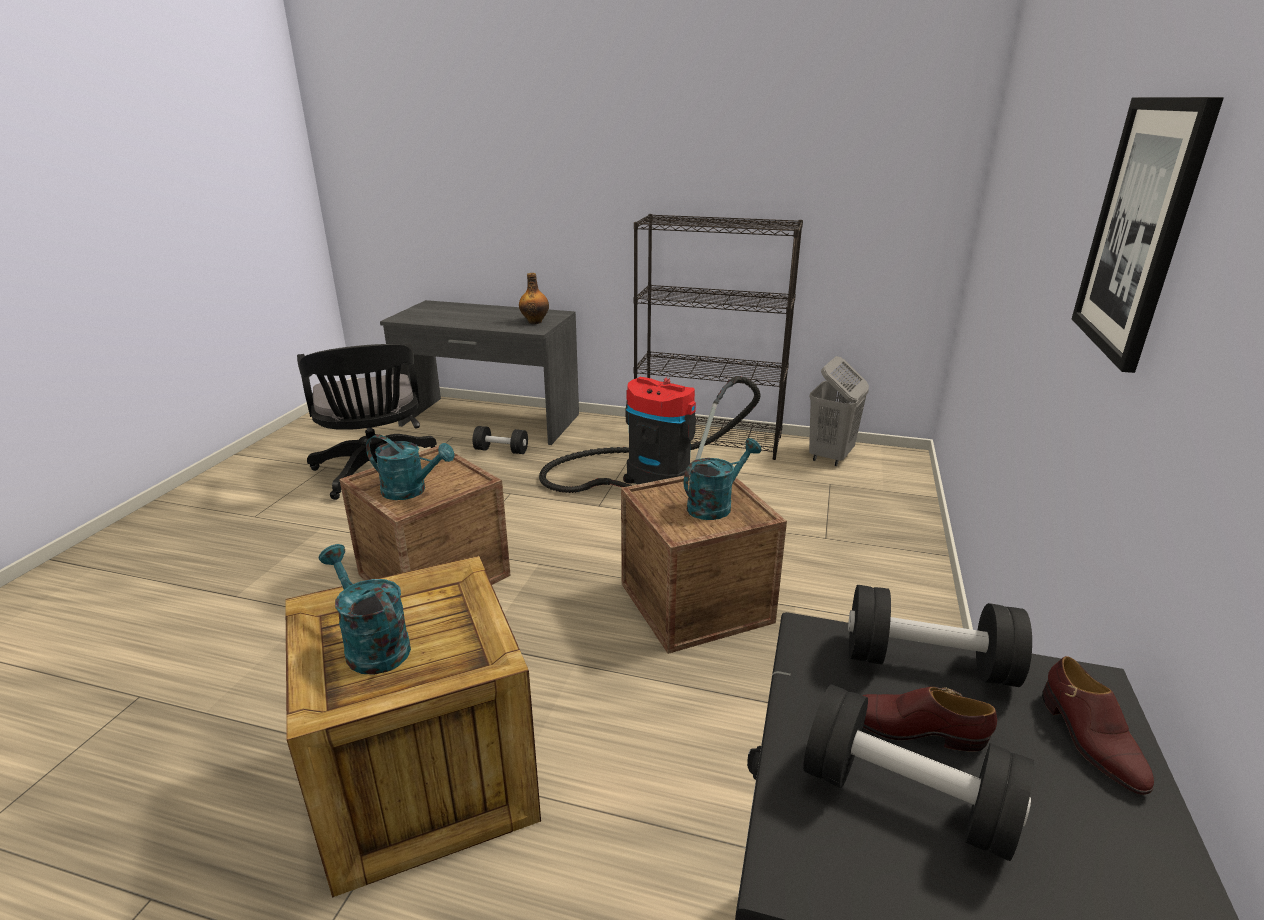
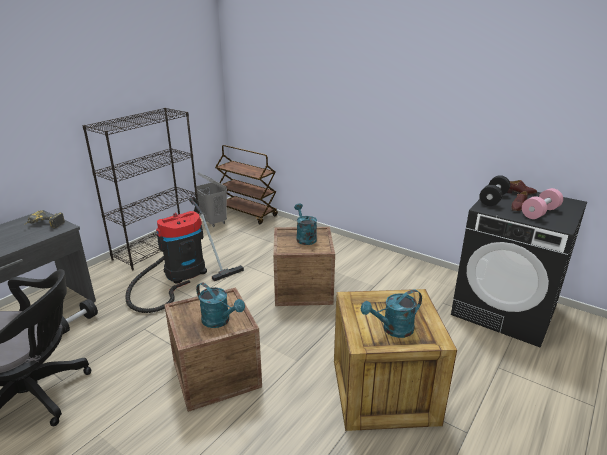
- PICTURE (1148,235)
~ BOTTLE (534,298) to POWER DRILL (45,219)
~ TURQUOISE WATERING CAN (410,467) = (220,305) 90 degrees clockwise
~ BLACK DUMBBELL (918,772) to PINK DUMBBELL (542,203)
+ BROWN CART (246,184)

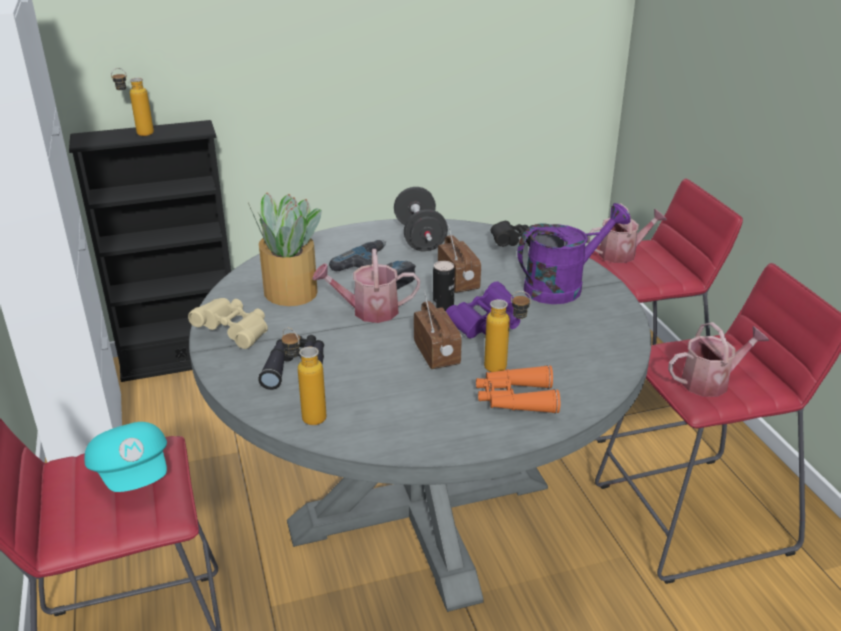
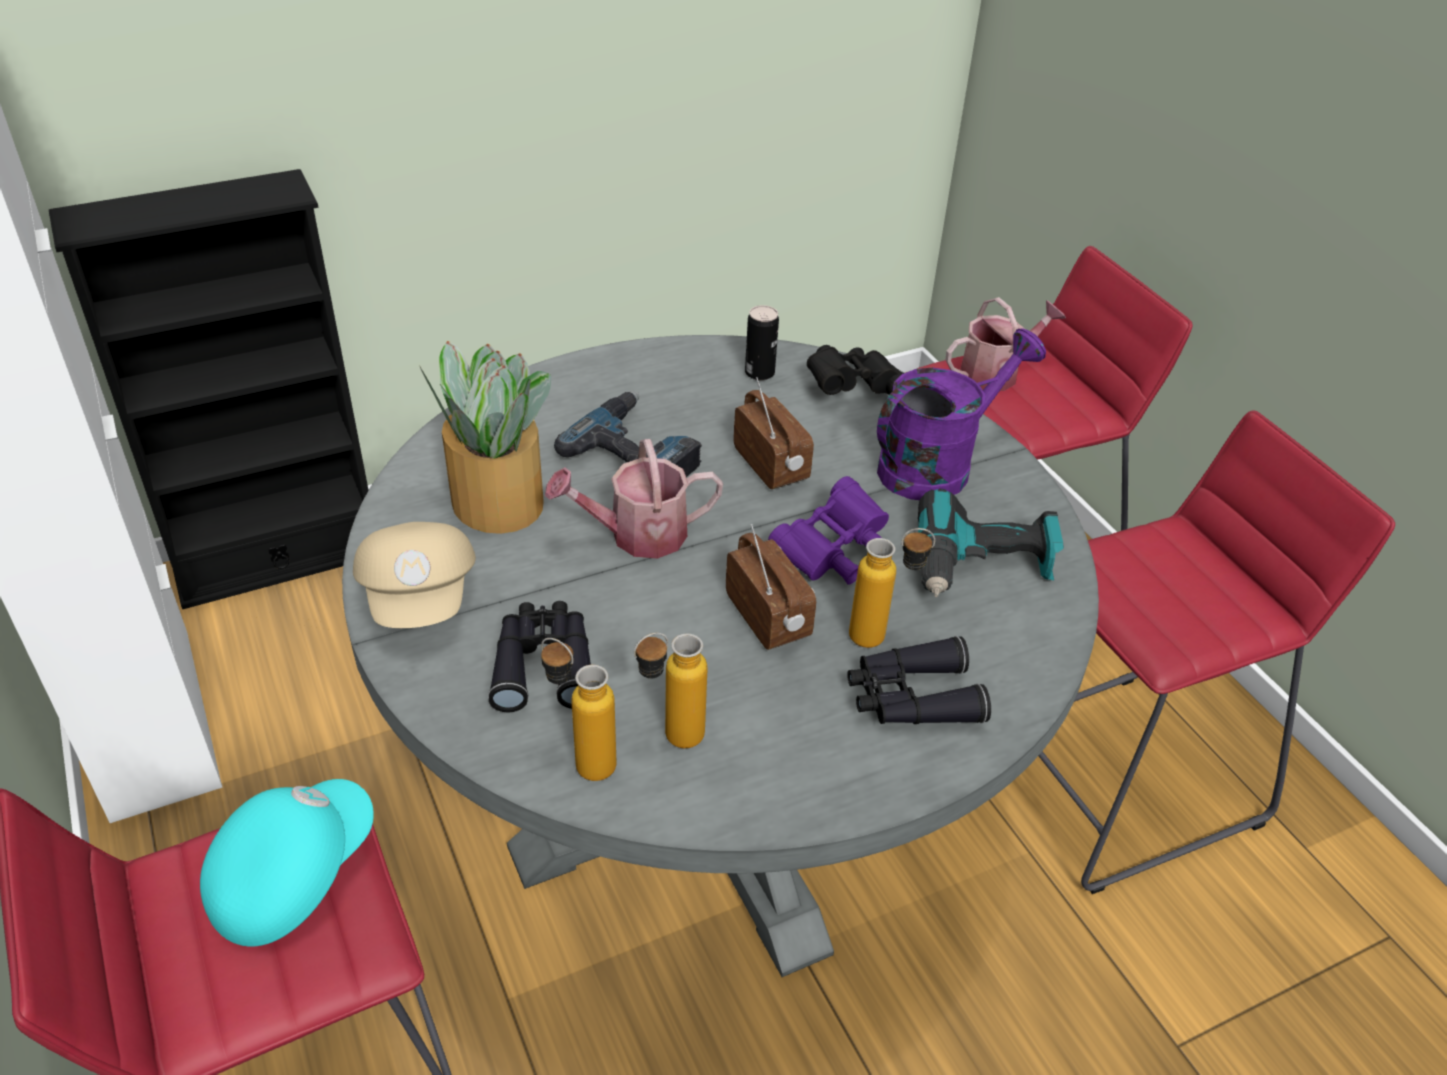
~ BOTTLE (132,102) to (671,690)
- BLACK DUMBBELL (421,219)
~ CAN (444,286) to (762,342)
~ BEIGE BINOCULARS (228,323) to BEIGE CAP (414,575)
- WATERING CAN (718,359)
~ ORANGE BINOCULARS (518,389) to BLACK BINOCULARS (919,680)
~ TURQUOISE CAP (125,457) = (287,863) 105 degrees counterclockwise
+ POWER DRILL (991,543)

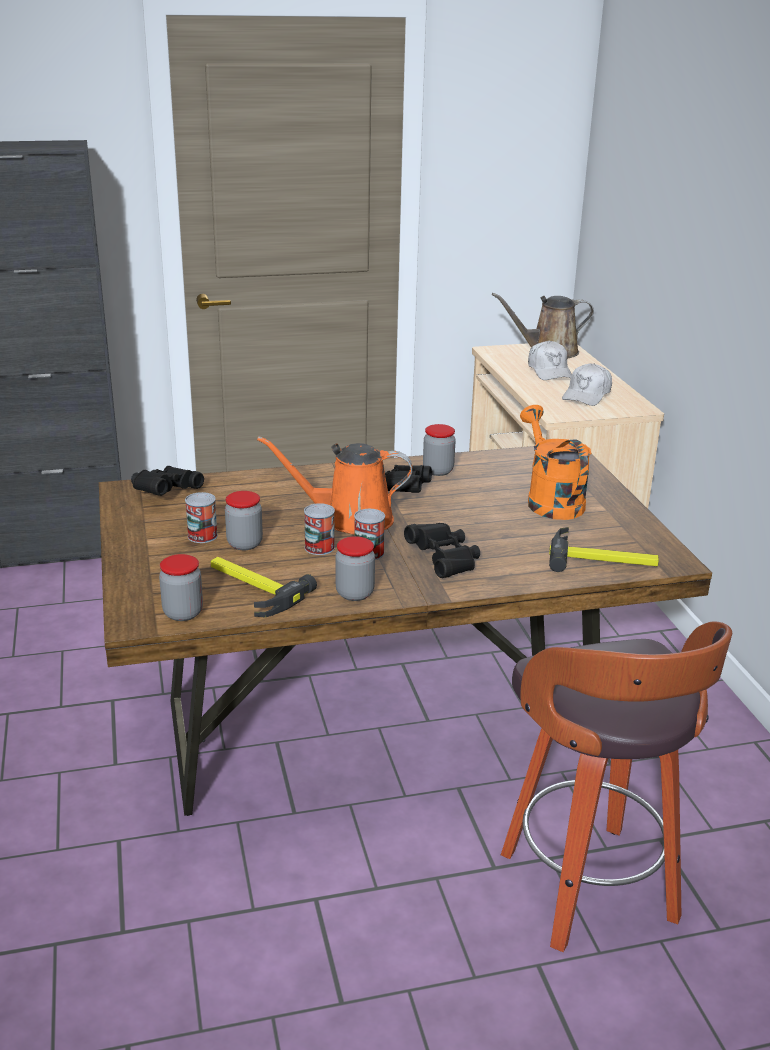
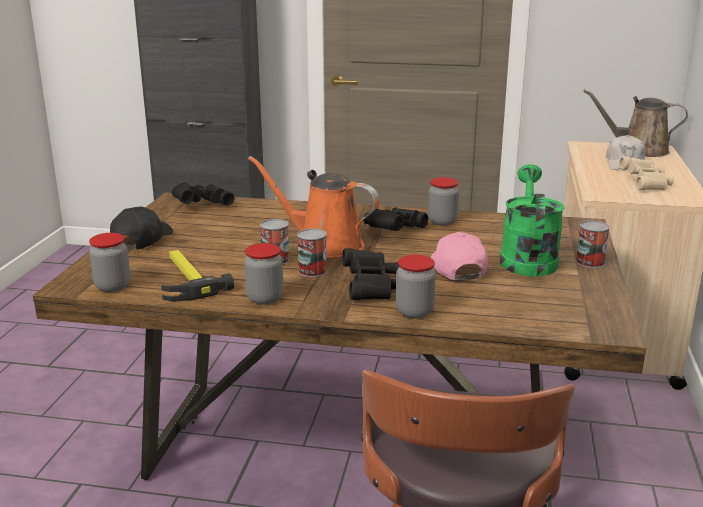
~ WHITE CAP (587,384) to BEIGE BINOCULARS (646,173)
~ ORANGE WATERING CAN (556,462) to GREEN WATERING CAN (532,220)
~ JAR (244,520) to (416,287)
~ CAN (201,517) to (593,244)
- HAMMER (604,549)
+ BLACK CAP (141,228)
+ PINK CAP (459,256)

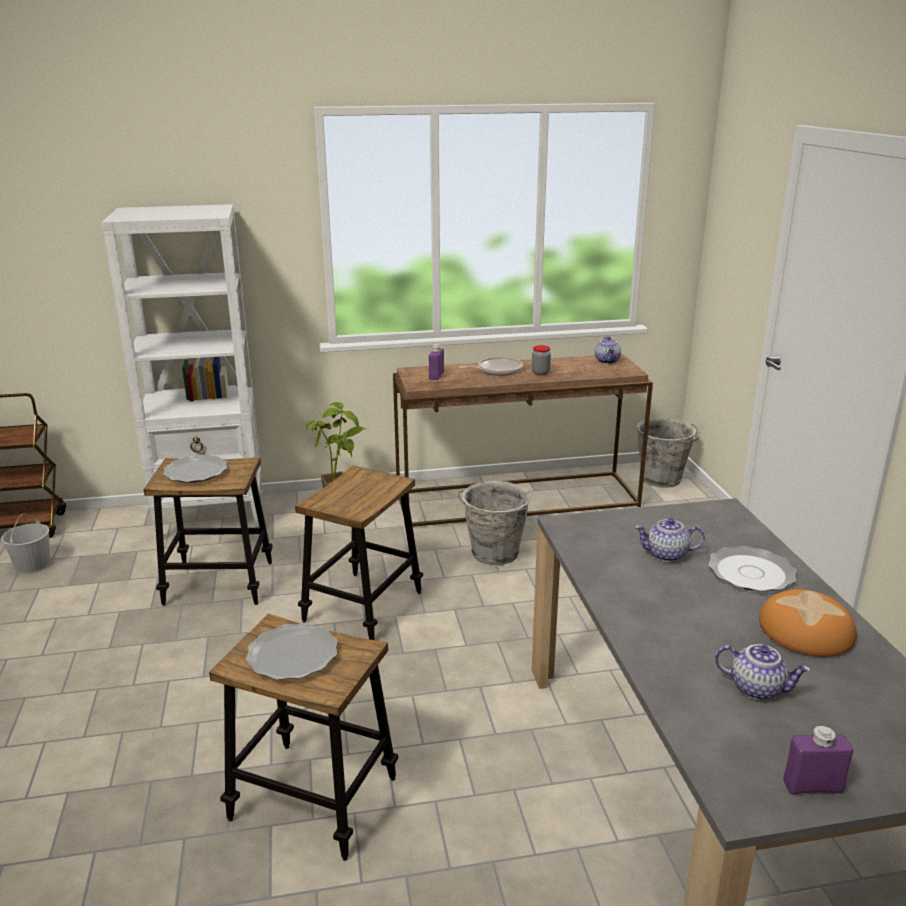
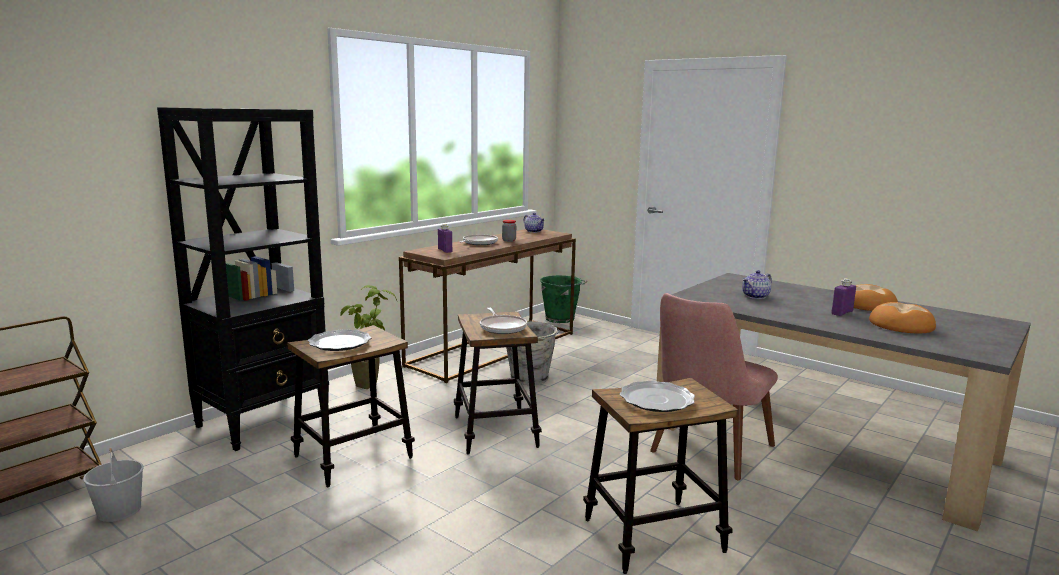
~ WHITE BOOKCASE (181,370) to BLACK BOOKCASE (243,279)
~ GREY BUCKET (667,453) to GREEN BUCKET (563,299)
- PLATE (752,569)
~ TEAPOT (762,672) to BREAD (902,317)
~ PURPLE BOTTLE (818,760) to (843,297)
+ PINK CHAIR (714,386)
+ FRYING PAN (503,320)

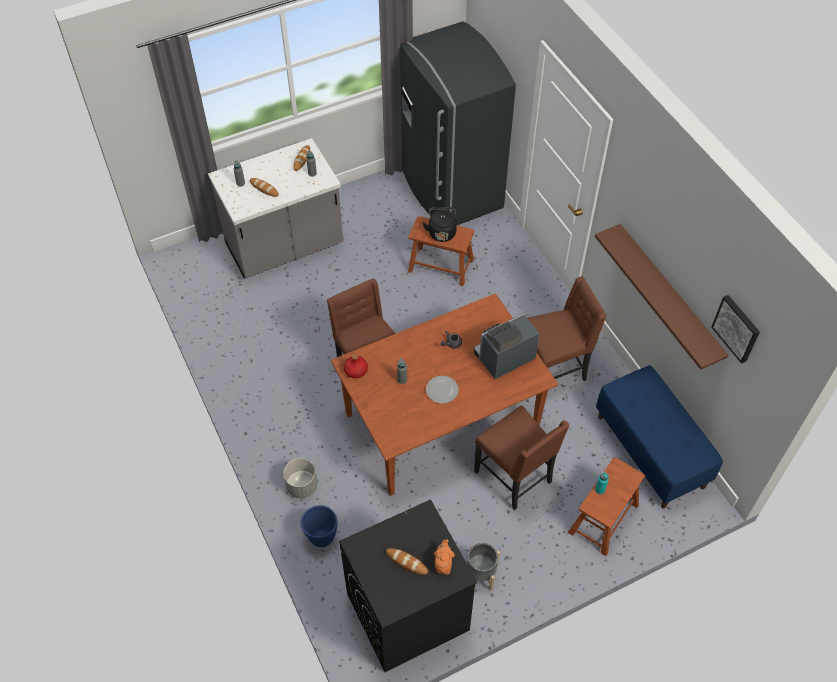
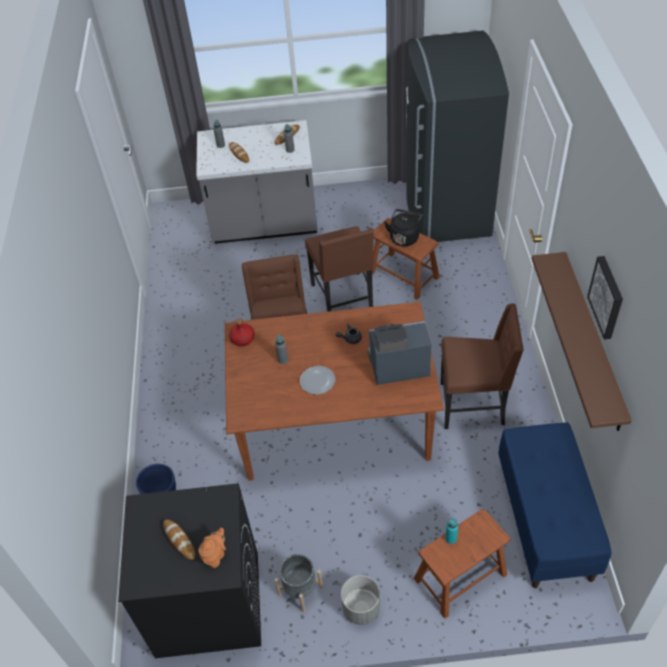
~ PICTURE (735,329) to (605,298)
~ BROWN CHAIR (522,457) to (339,269)
~ GREY PLANTER (300,478) to (360,600)

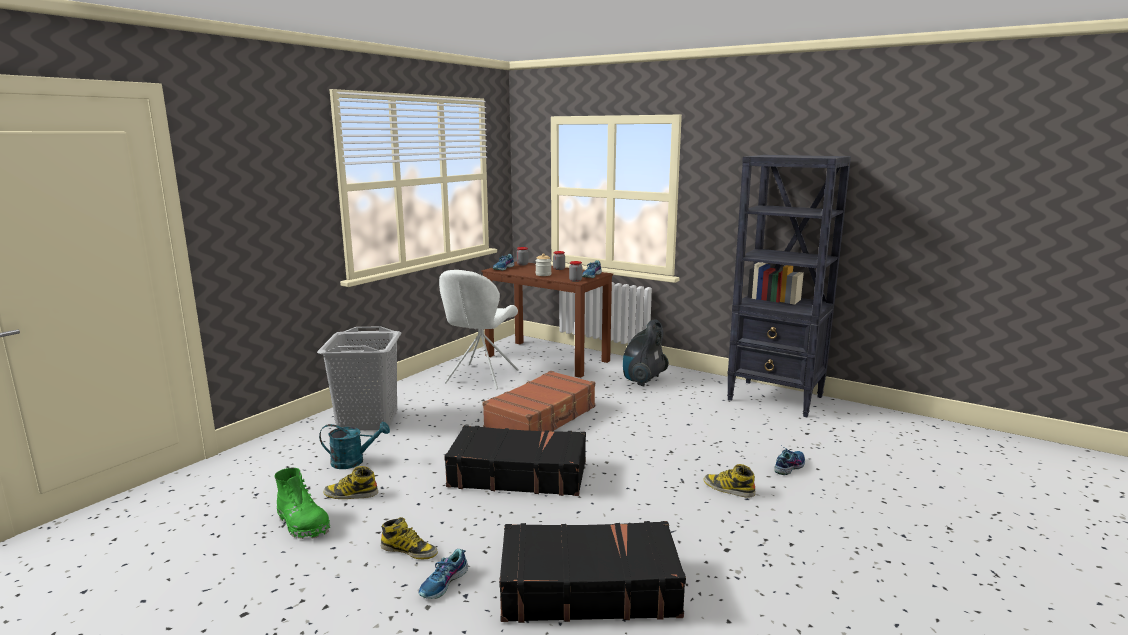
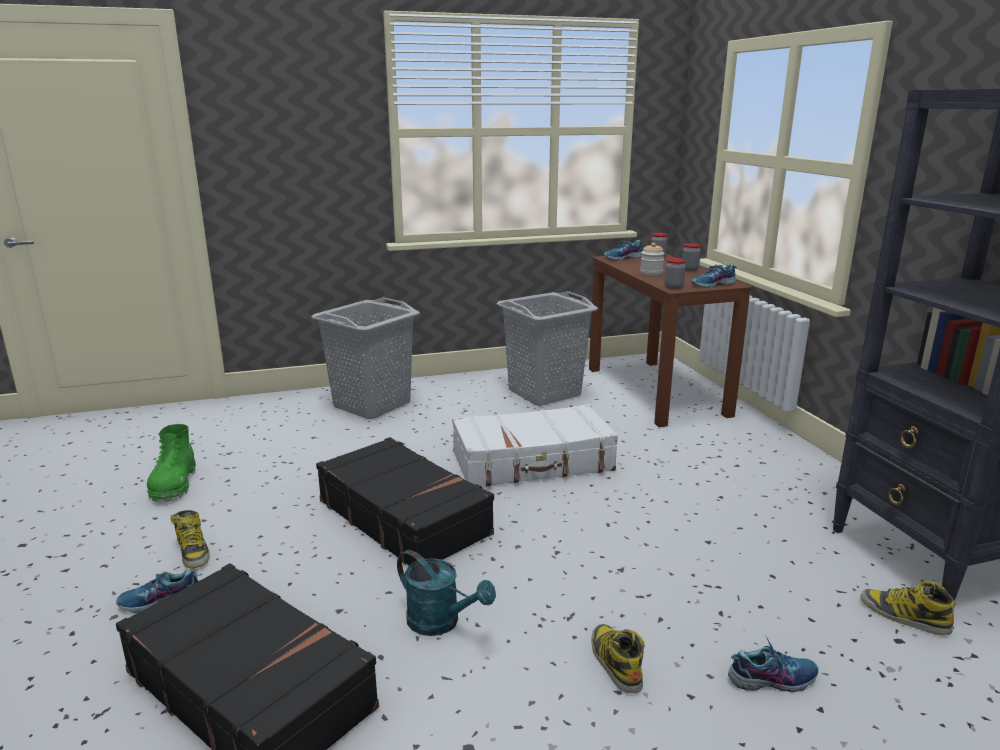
~ WHITE CHAIR (479,330) to GREY LAUNDRY BASKET (547,348)
- VACUUM CLEANER (646,353)
~ BROWN SUITCASE (539,401) to WHITE SUITCASE (535,445)
~ TURQUOISE WATERING CAN (354,445) to (446,593)
~ BOOT (350,482) to (907,608)

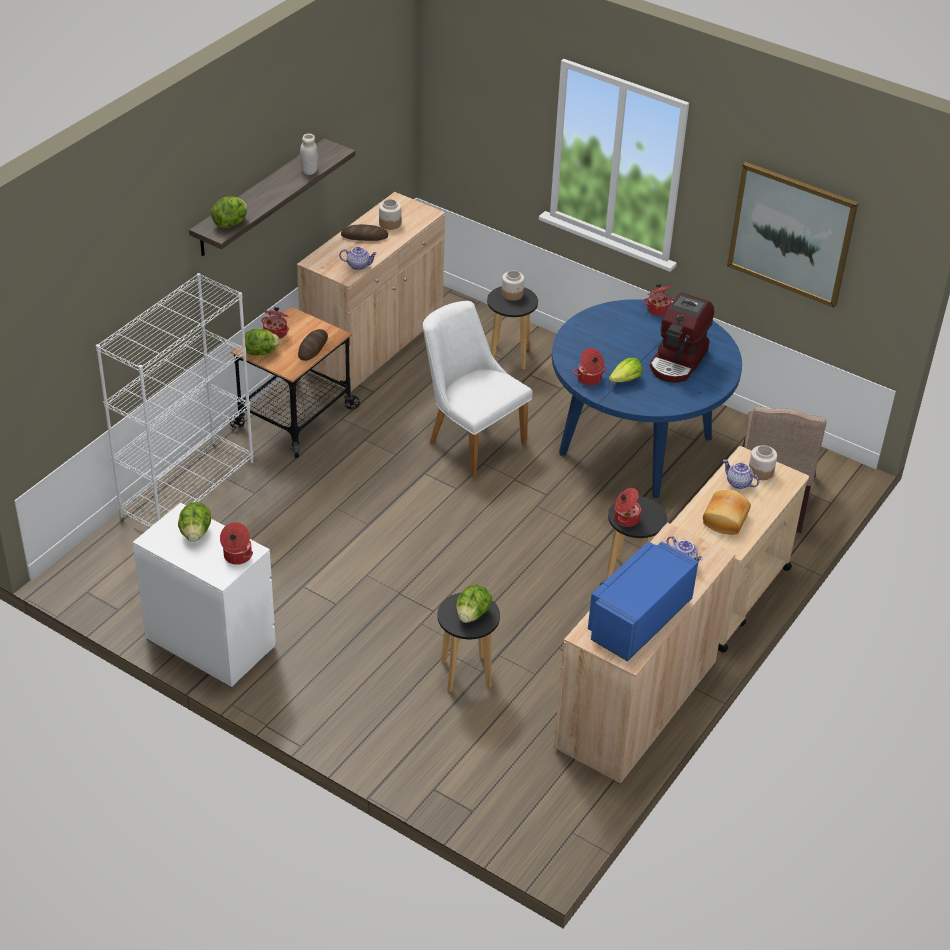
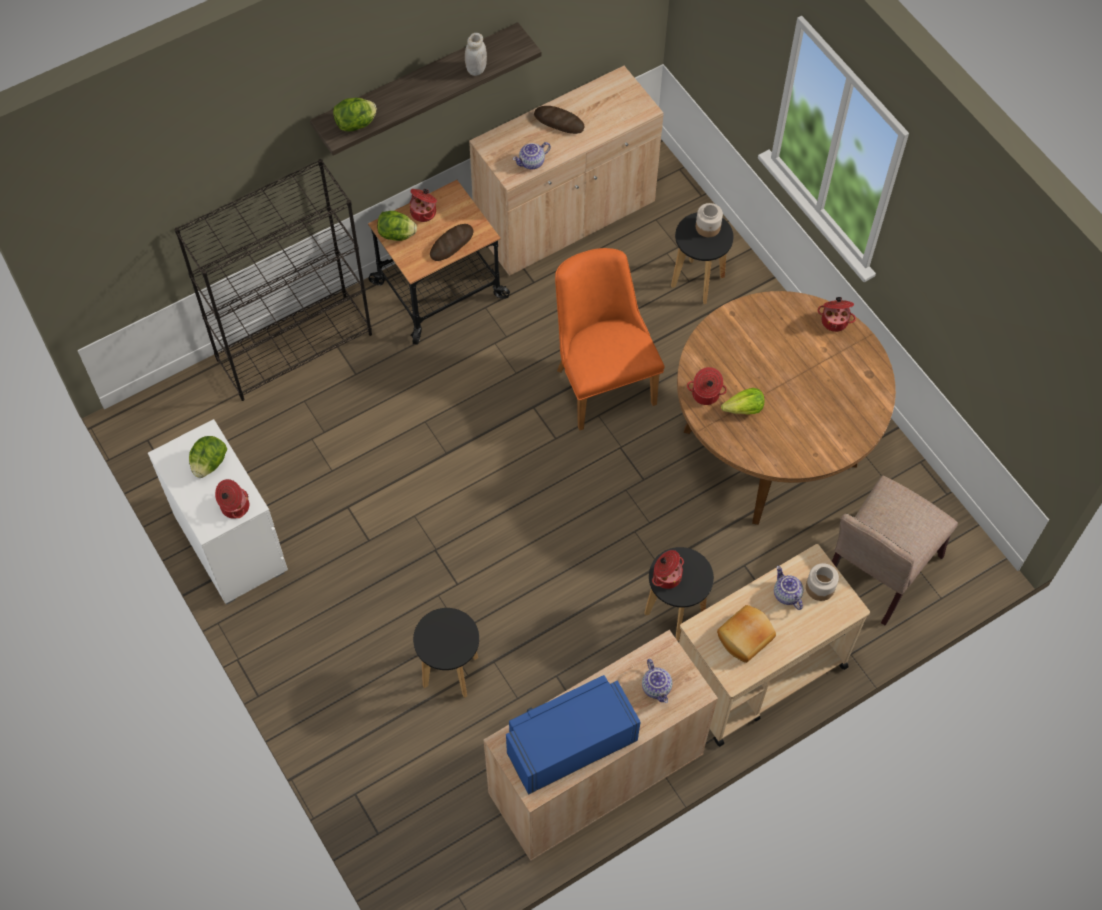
- PICTURE (792,235)
- JAR (390,214)
~ TEAPOT (358,258) = (532,155) 120 degrees clockwise
~ WHITE BOOKCASE (174,400) to BLACK BOOKCASE (273,280)
- COFFEE MACHINE (682,338)
~ BLUE DINING TABLE (647,398) to BROWN DINING TABLE (786,408)
~ WHITE CHAIR (478,389) to ORANGE CHAIR (609,339)
- LETTUCE (474,604)

